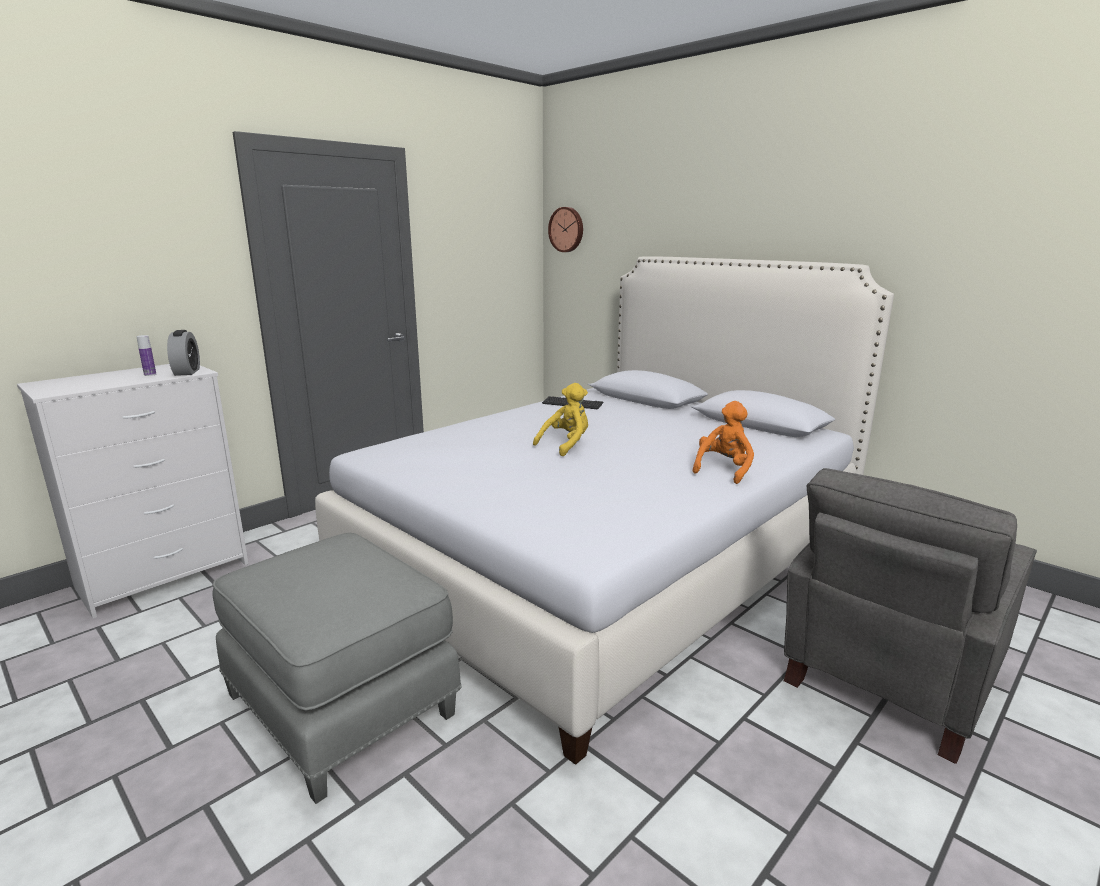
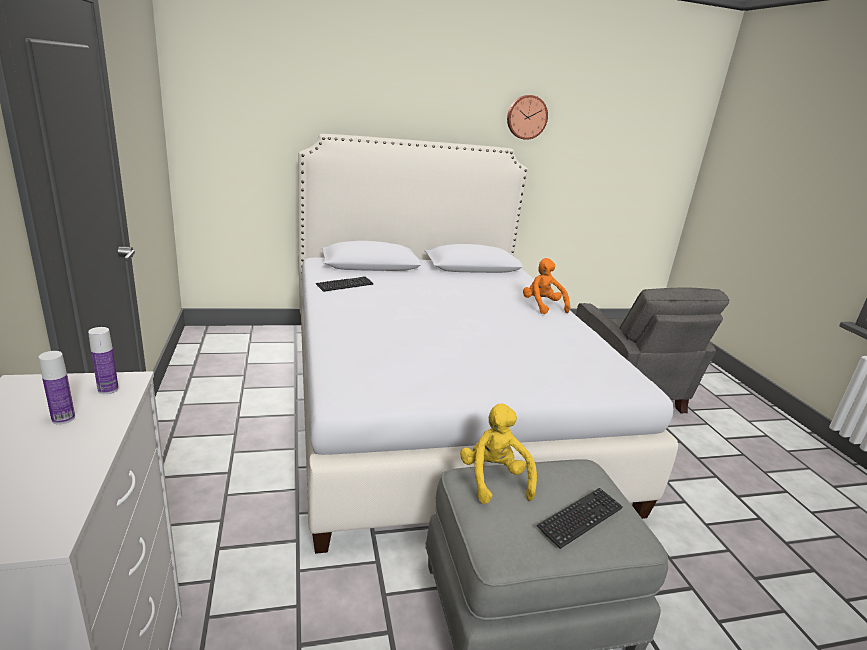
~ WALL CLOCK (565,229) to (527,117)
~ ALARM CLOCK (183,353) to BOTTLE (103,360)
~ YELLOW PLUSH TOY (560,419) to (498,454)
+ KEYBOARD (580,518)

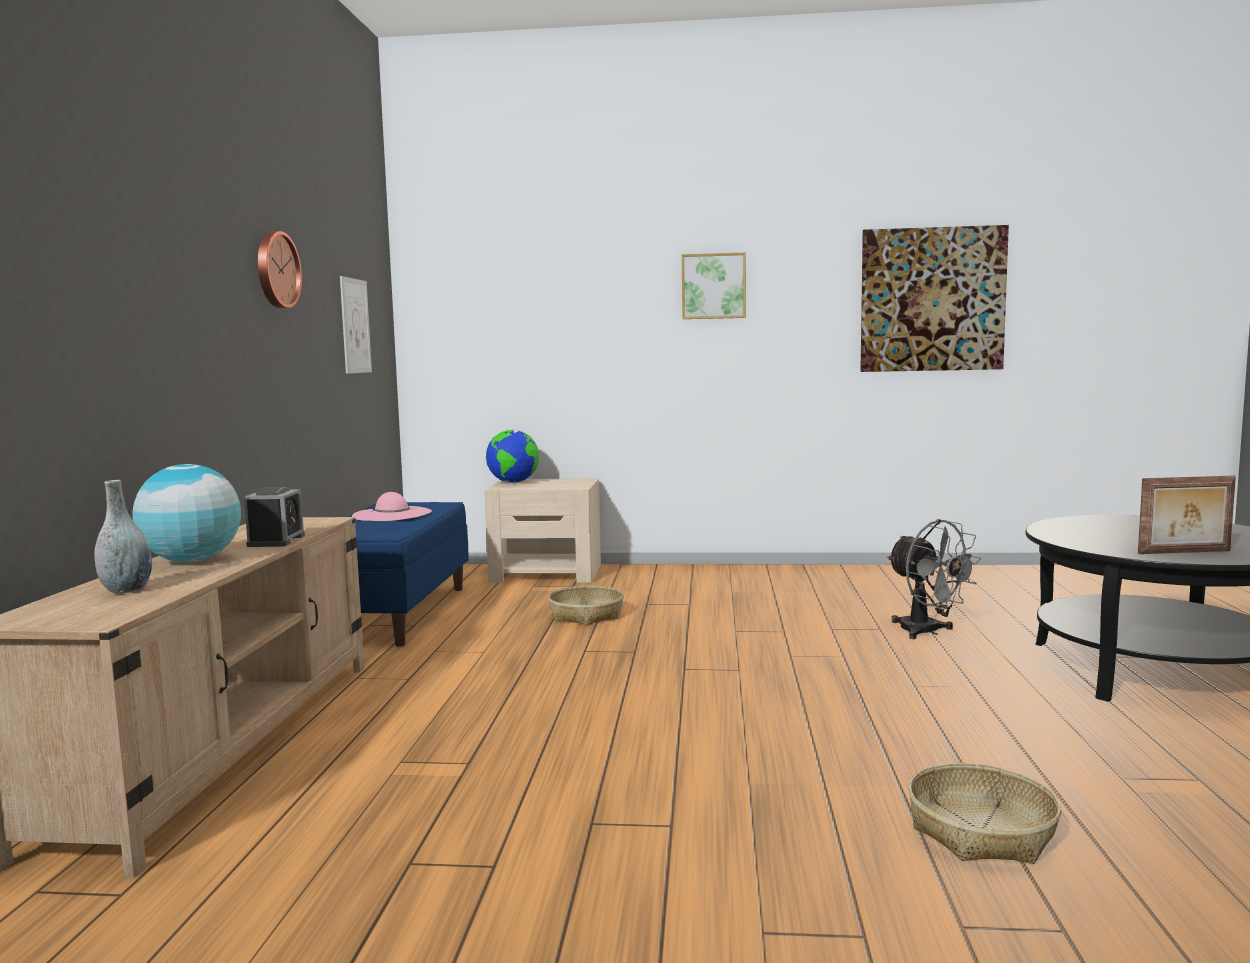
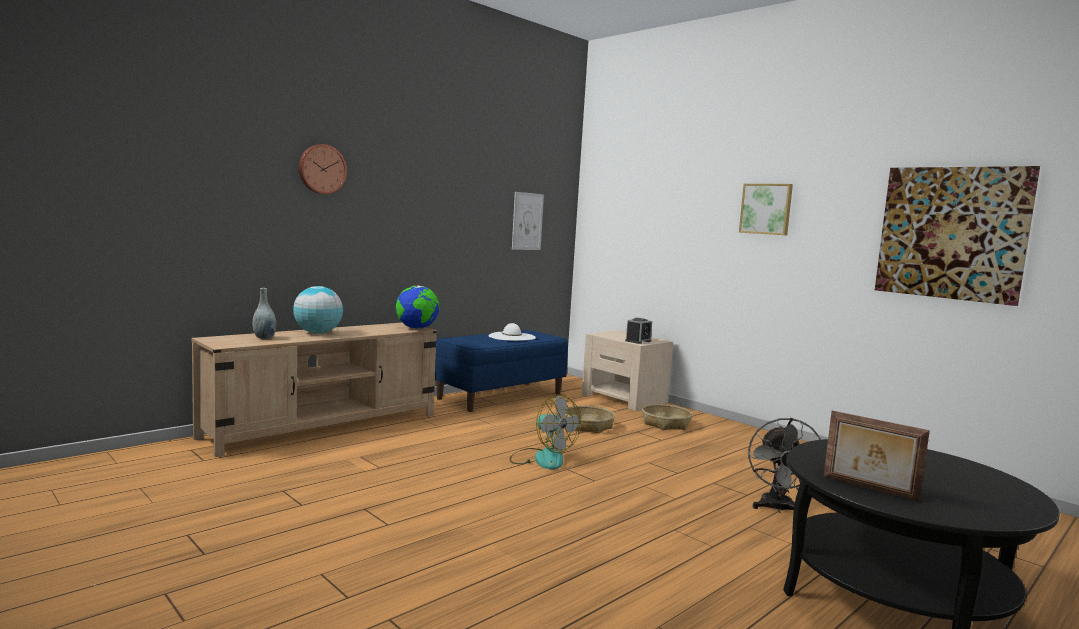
~ WALL CLOCK (279,269) to (323,169)
~ GLOBE (512,456) to (417,307)
~ ALARM CLOCK (274,517) to (638,331)
~ PINK HAT (392,506) to WHITE HAT (512,332)
~ BASKET (984,813) to (667,417)
+ FAN (545,432)

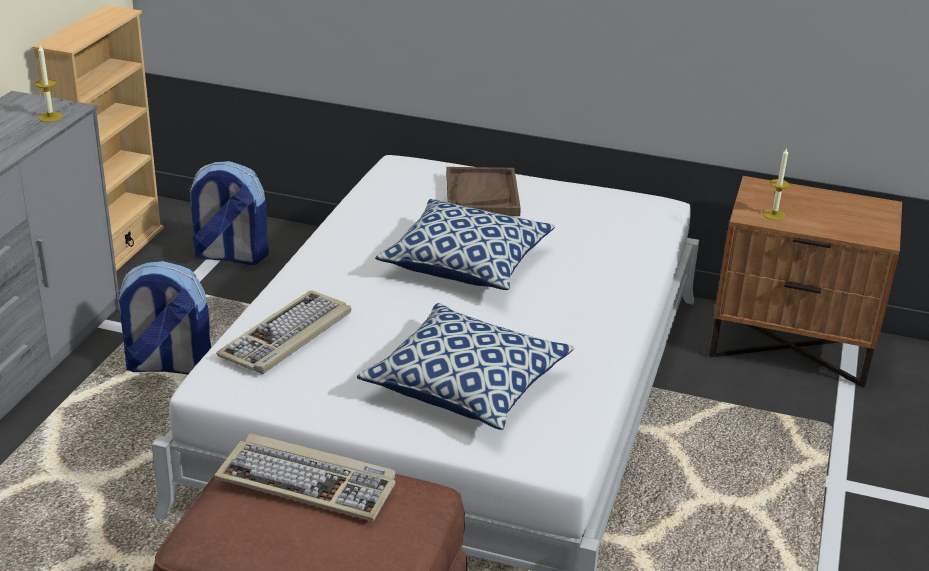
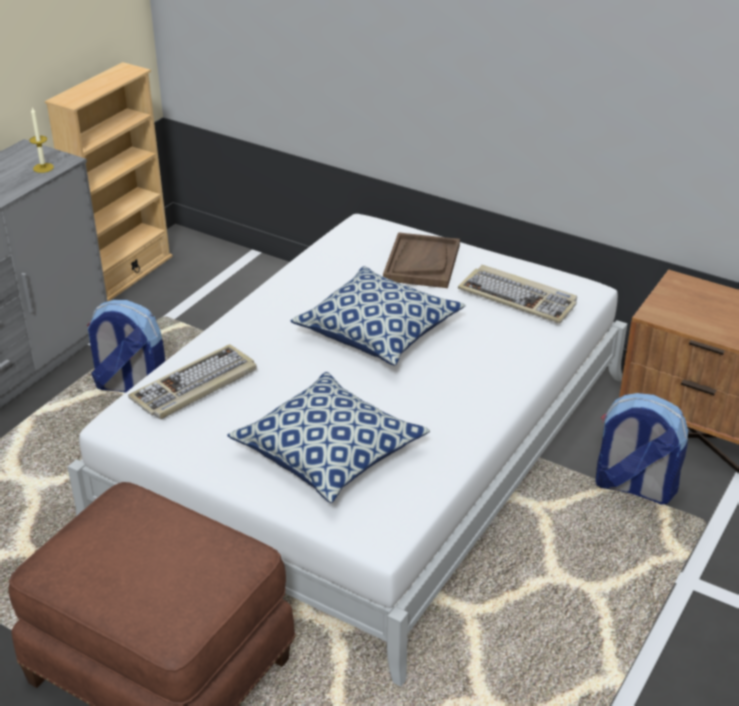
- CANDLE (776,184)
~ BACKPACK (228,213) to (642,449)
~ KEYBOARD (305,477) to (517,294)

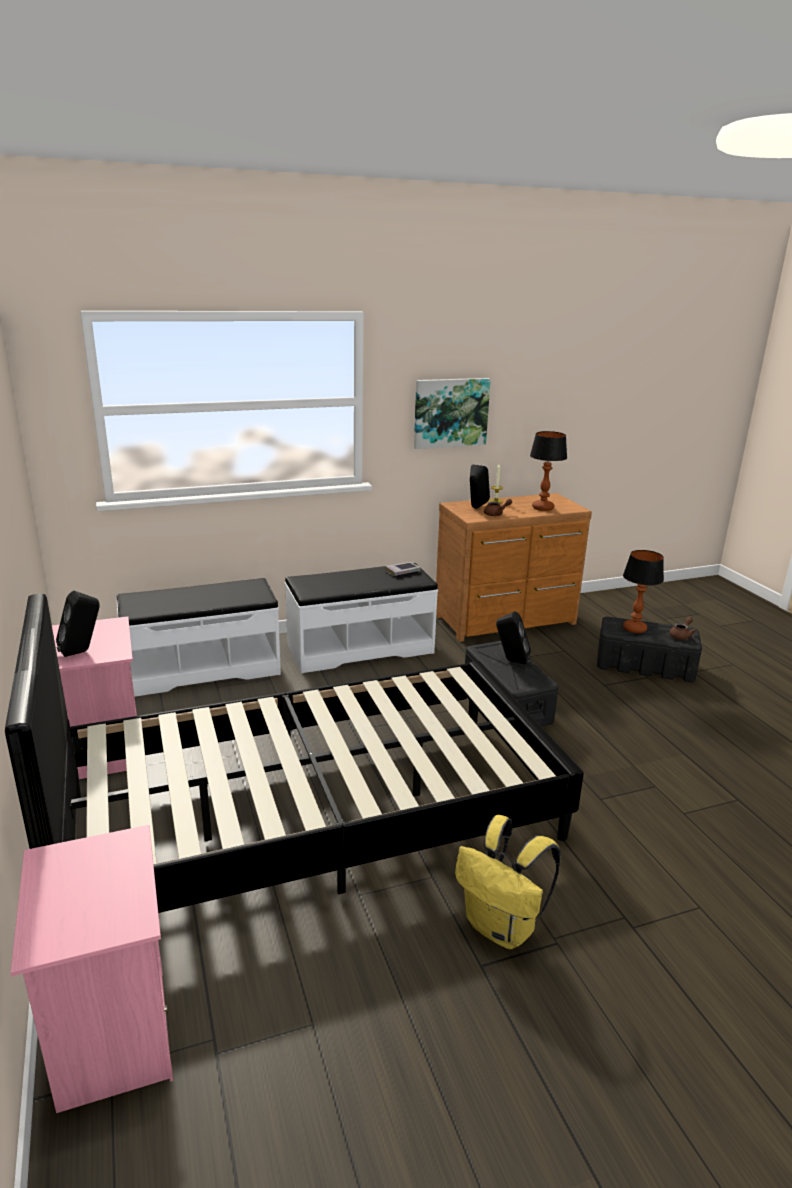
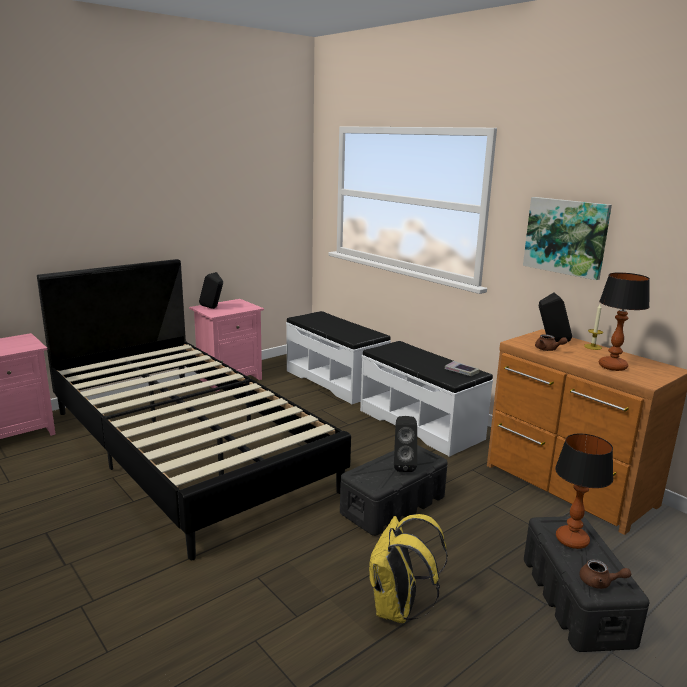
~ YELLOW BACKPACK (508,882) to (408,568)

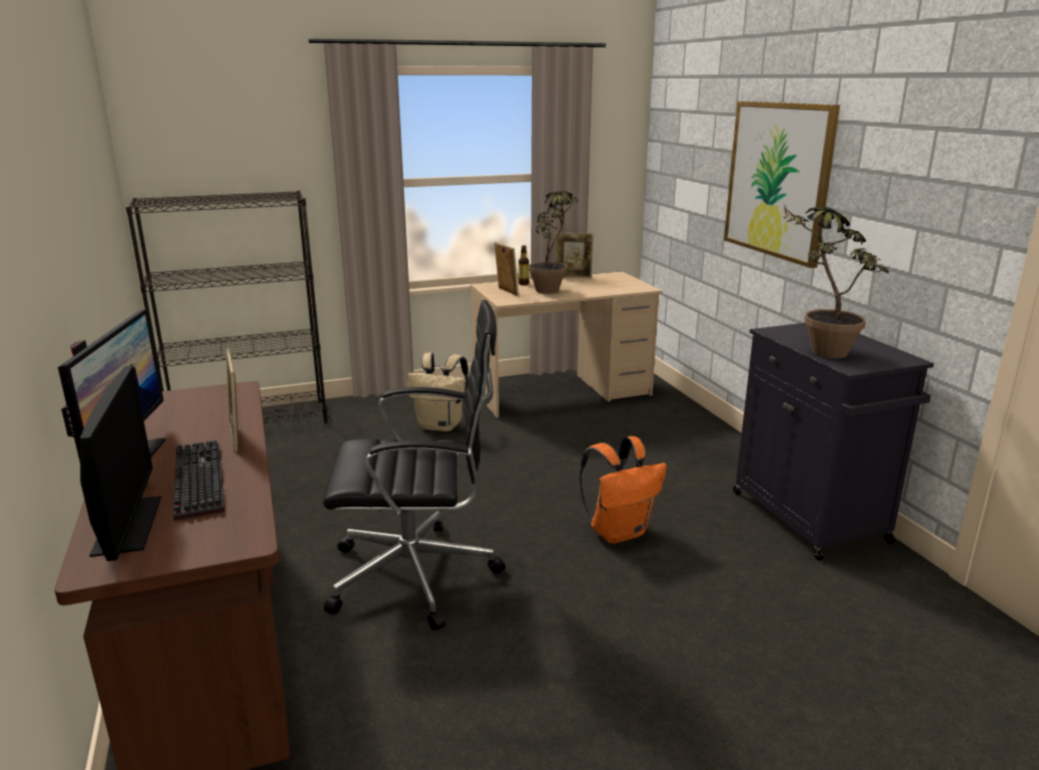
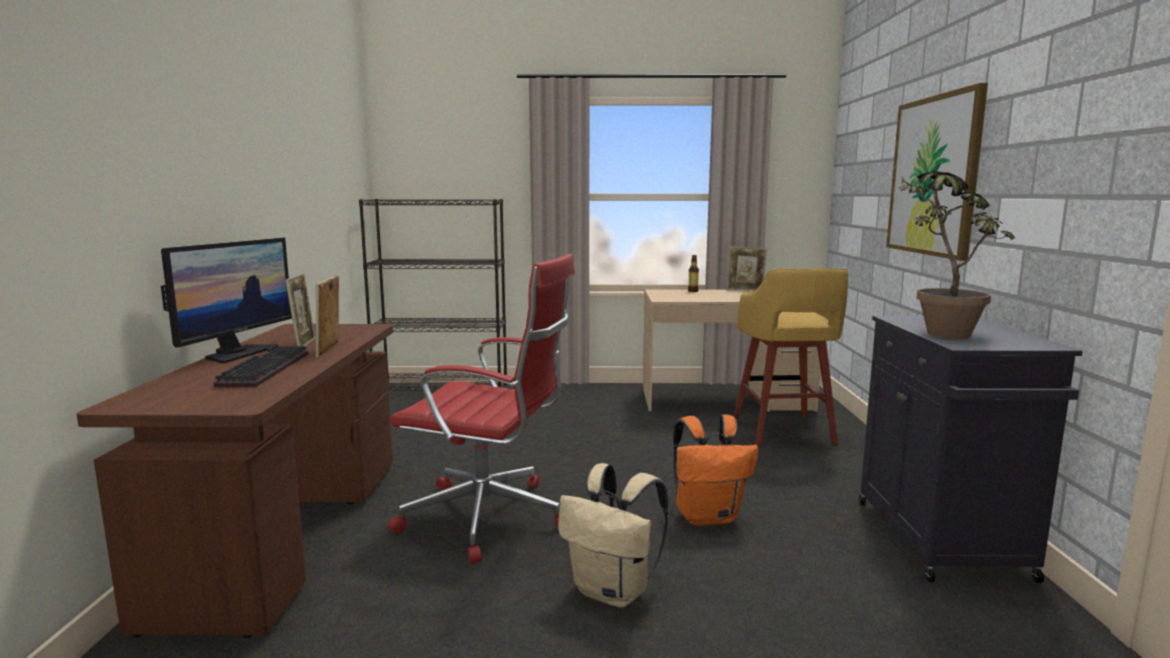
- POTTED PLANT (553,242)
~ PICTURE FRAME (506,269) to (300,310)
~ BLACK OFFICE CHAIR (414,465) to RED OFFICE CHAIR (481,409)
~ BEIGE BACKPACK (437,391) to (613,535)
- MONITOR (120,463)
+ YELLOW STOOL (790,357)

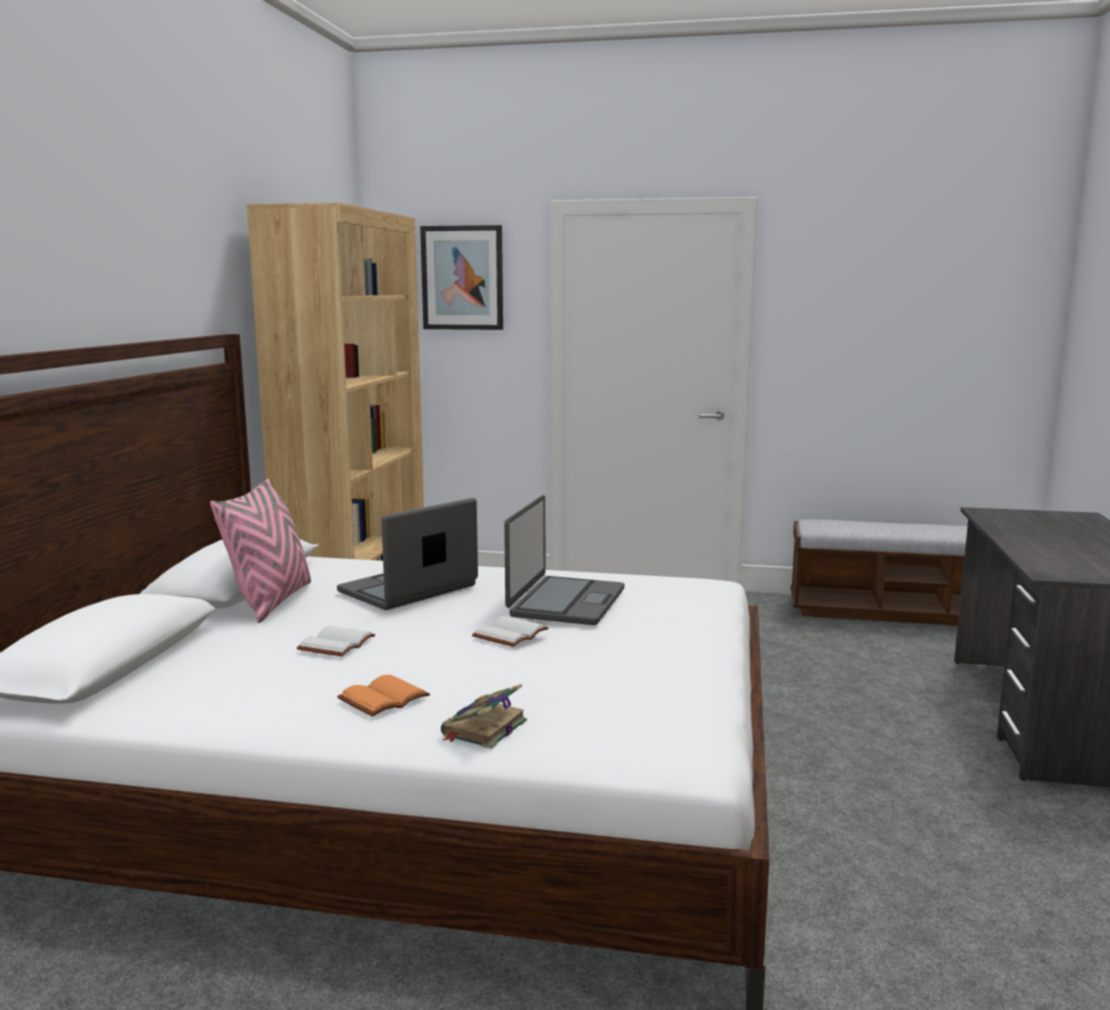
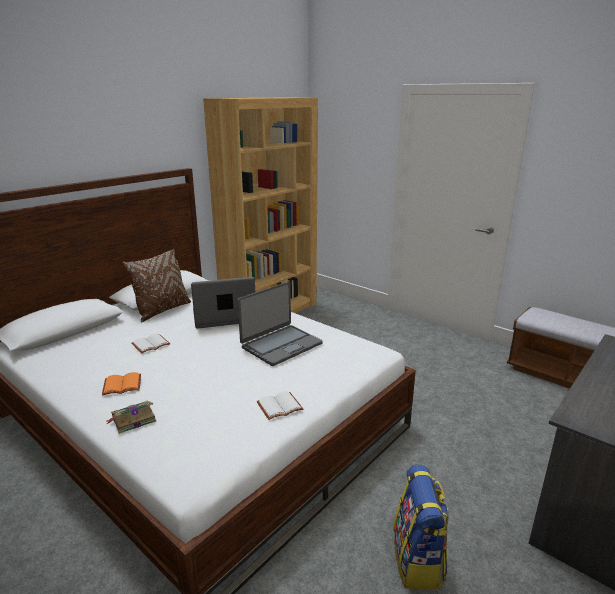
- PICTURE (461,277)
~ PINK PILLOW (260,550) to BROWN PILLOW (157,286)
~ WHITE BOOK (510,631) to (279,405)
+ BACKPACK (421,527)

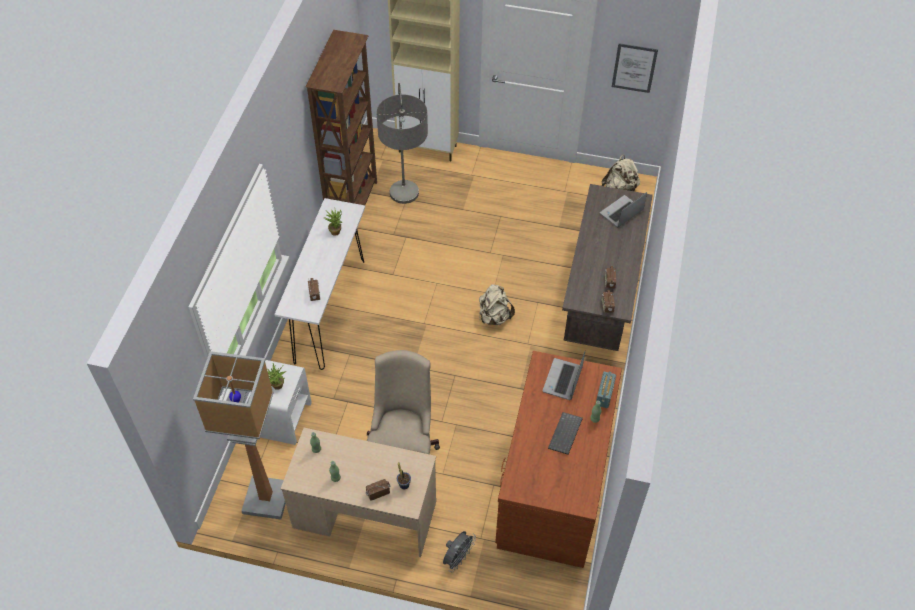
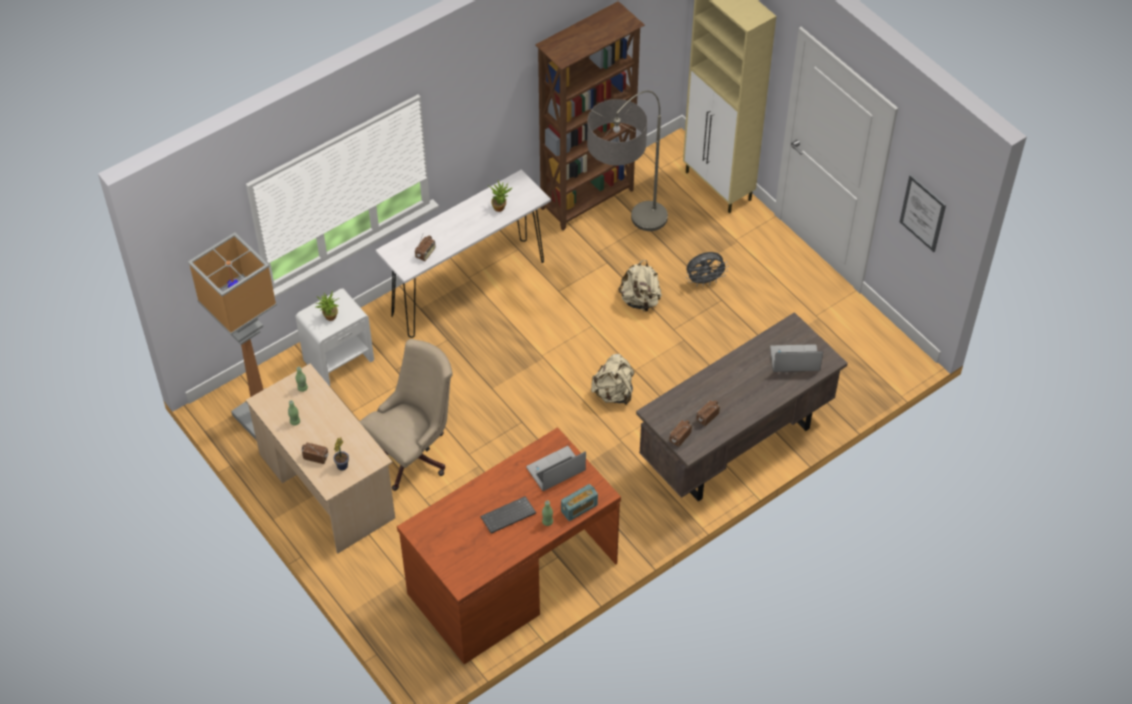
~ BEIGE BACKPACK (621,173) to (640,286)
~ GREY FAN (459,552) to (707,269)

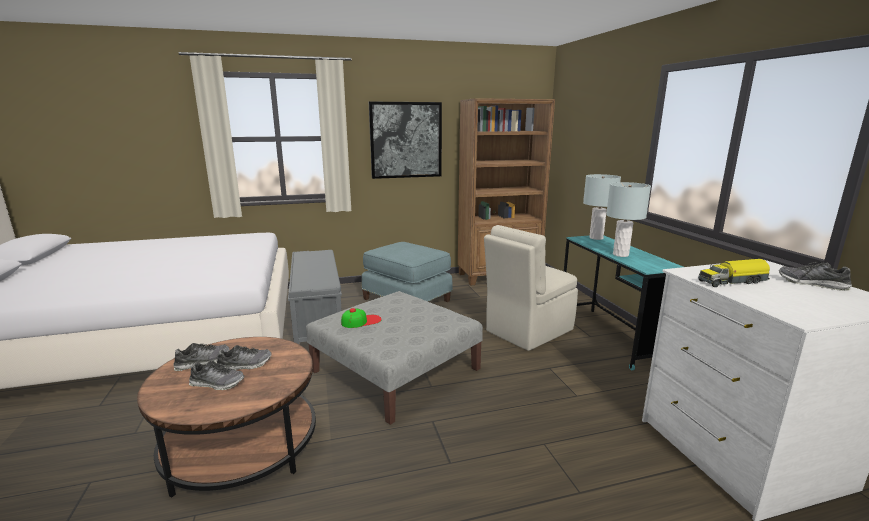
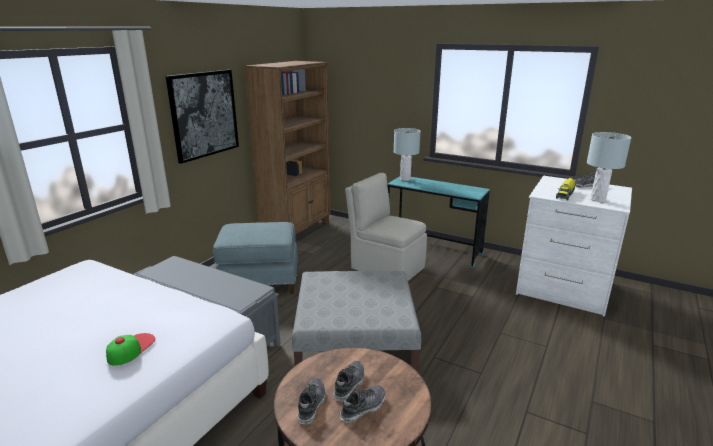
~ GREY TABLE LAMP (628,219) to (609,167)
~ BEIGE CHAIR (531,288) = (386,227) 120 degrees clockwise
~ CAP (361,318) to (130,349)

